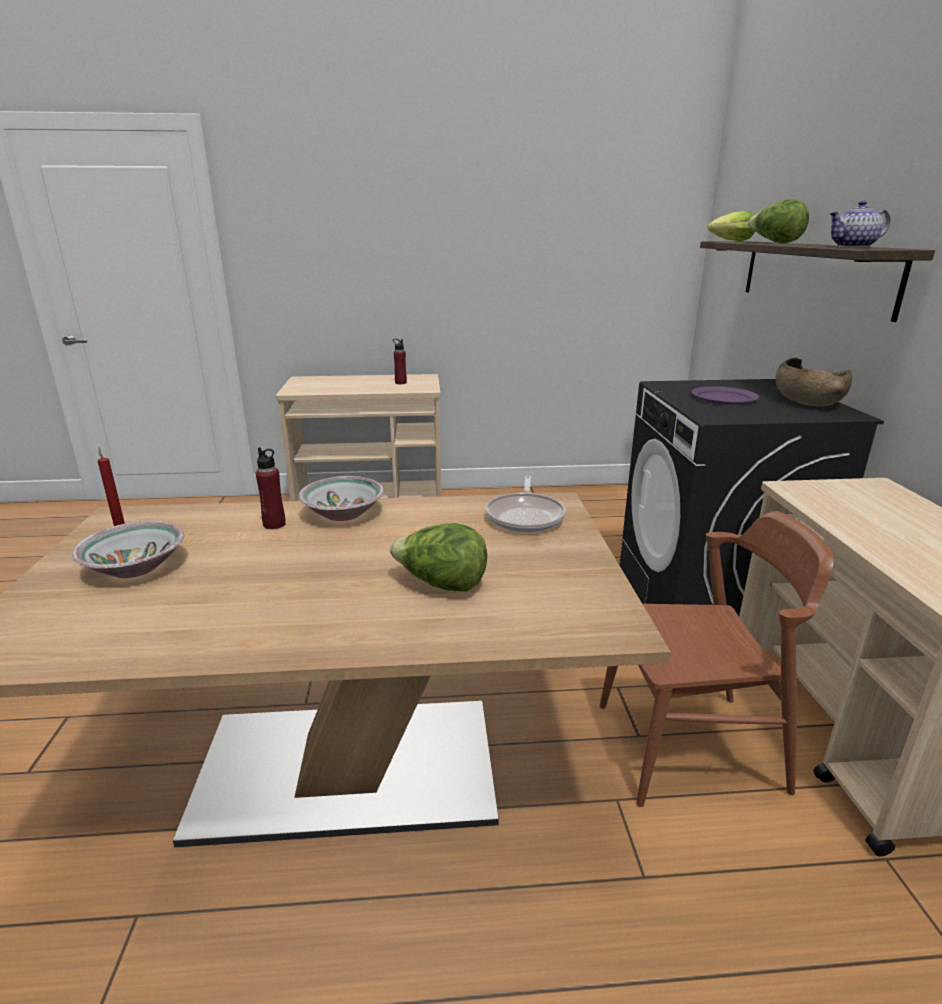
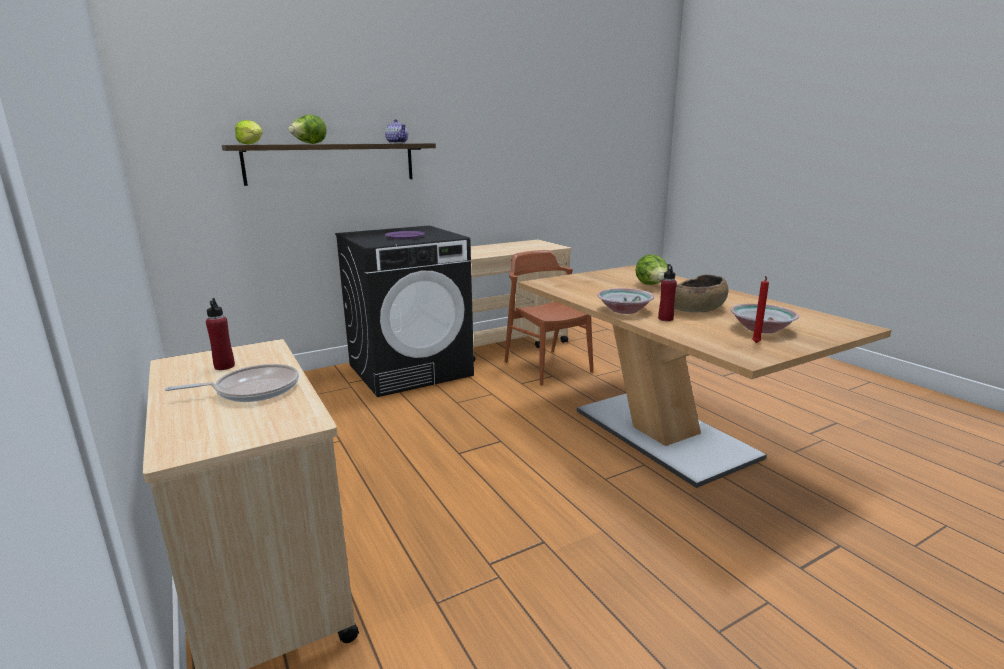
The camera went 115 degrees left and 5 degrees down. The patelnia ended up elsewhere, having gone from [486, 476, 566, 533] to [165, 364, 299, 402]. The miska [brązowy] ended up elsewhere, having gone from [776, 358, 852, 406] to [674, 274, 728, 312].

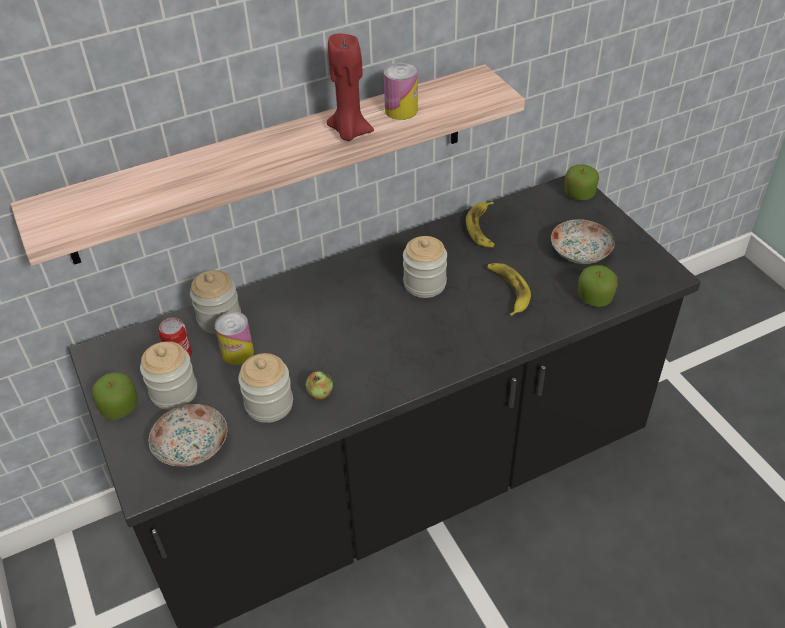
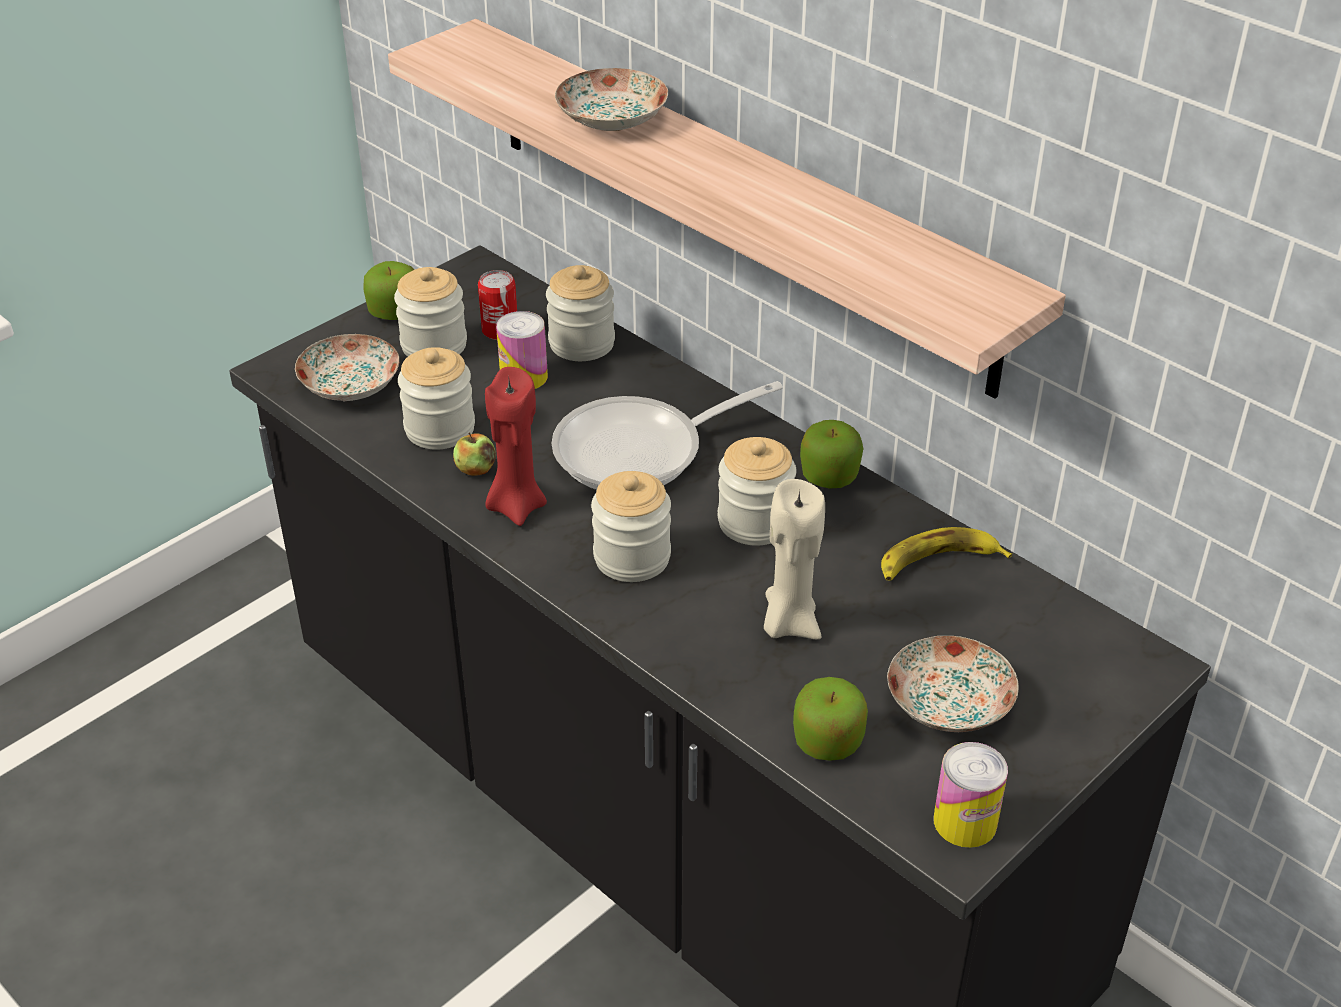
The camera went 70 degrees right and 5 degrees down. The świeca [czerwony] ended up elsewhere, having gone from [327, 34, 374, 141] to [485, 367, 547, 526]. The second view gained the patelnia at [552, 381, 783, 490]. The second view gained the talerz at [555, 68, 668, 131]. The second view gained the słoik at [591, 471, 671, 582]. Where the banan stood at [487, 263, 531, 316], the świeca [beżowy] came to stand at [764, 479, 825, 639]. The jabłko ended up elsewhere, having gone from [565, 164, 599, 201] to [800, 420, 863, 489]. The puszka ended up elsewhere, having gone from [384, 63, 418, 120] to [934, 742, 1008, 848].

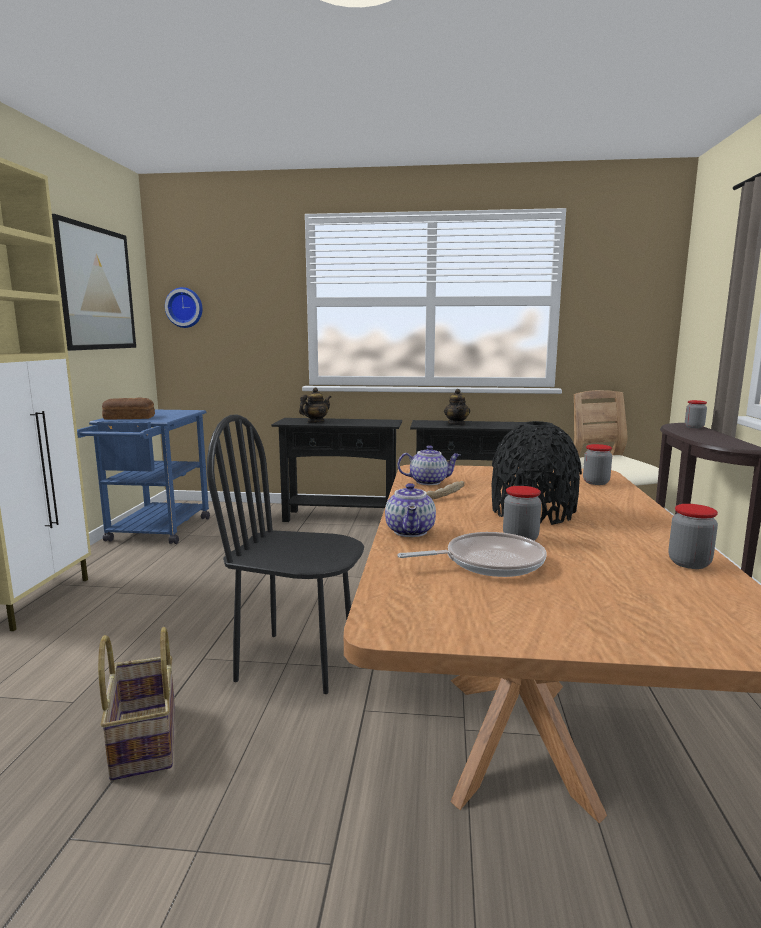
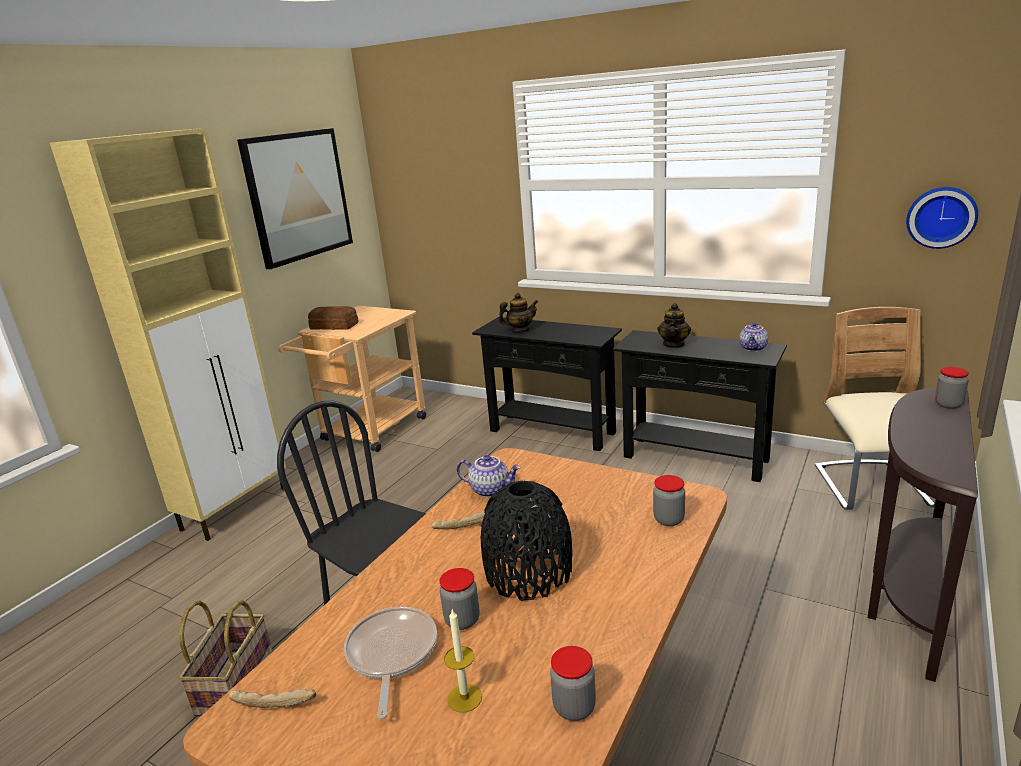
The camera went 25 degrees right and 10 degrees up. The second view gained the chleb at [229, 689, 316, 708]. What was the wózek [niebieski] at [77, 410, 210, 544] turned into the wózek [beżowy] at [278, 306, 426, 452]. The patelnia at [397, 532, 546, 577] ended up facing another way, 105 degrees counterclockwise from before. The second view gained the świeca at [444, 609, 482, 713]. The imbryk ended up elsewhere, having gone from [385, 483, 436, 537] to [739, 322, 768, 352]. The zegar ścienny ended up elsewhere, having gone from [165, 287, 203, 328] to [906, 187, 978, 249].

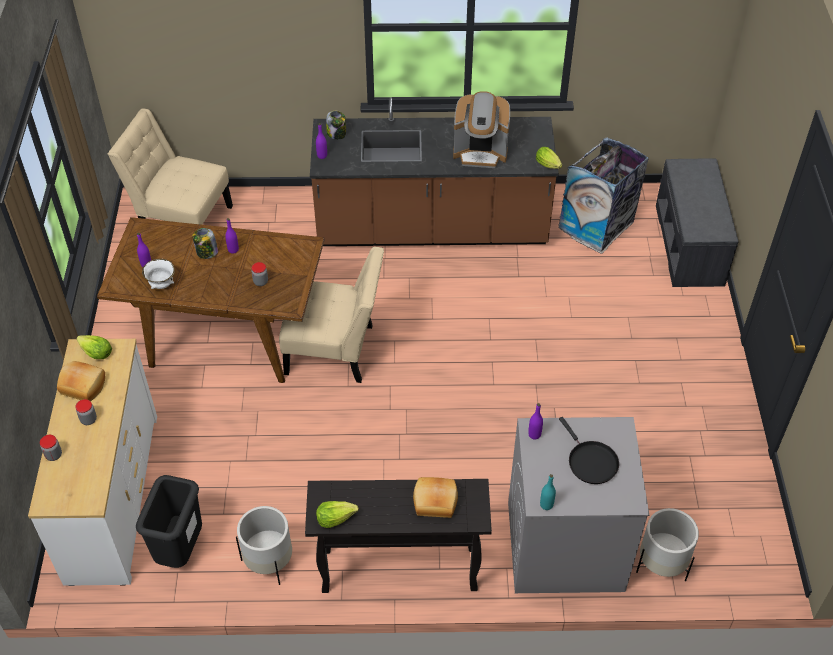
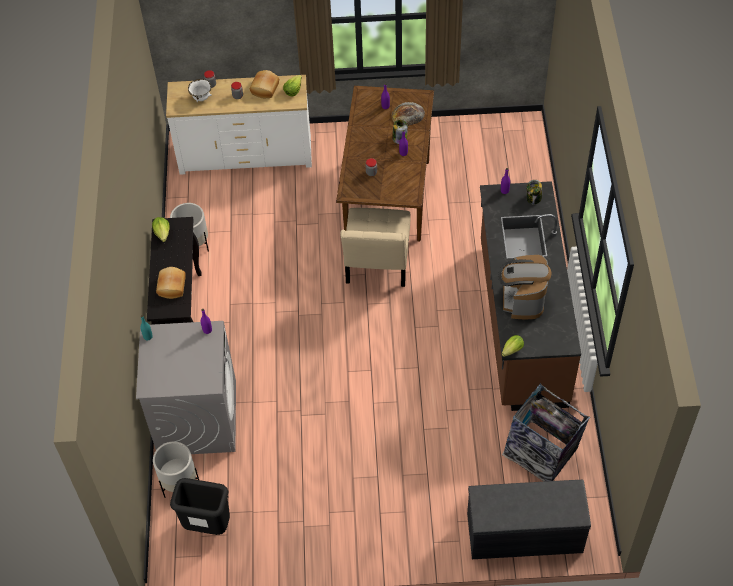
The camera went 90 degrees right and 5 degrees up. The kosz na śmieci [czarny] ended up elsewhere, having gone from [136, 475, 202, 568] to [170, 478, 230, 535]. The miska [biały] ended up elsewhere, having gone from [142, 259, 175, 289] to [188, 79, 212, 102]. The second view gained the chleb at [391, 102, 425, 126]. The second view lost the krzesło [beżowy] at [108, 109, 233, 225]. The second view lost the patelnia [czarny] at [559, 417, 619, 484].

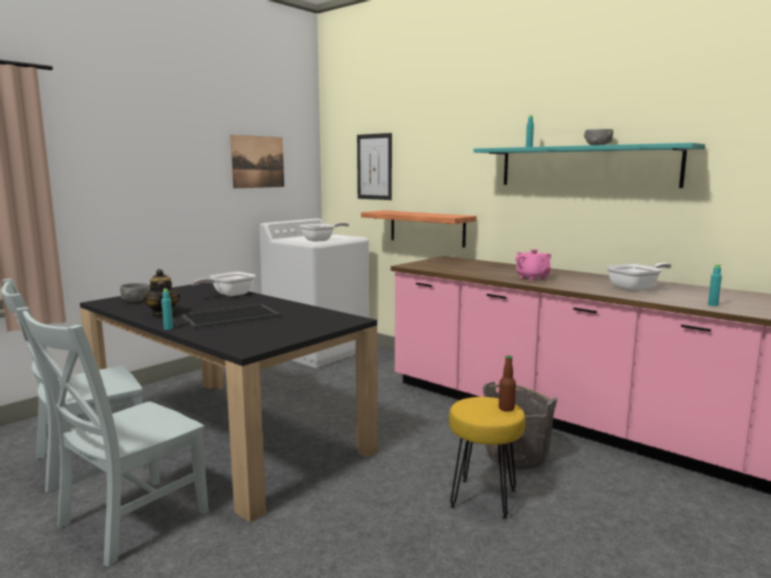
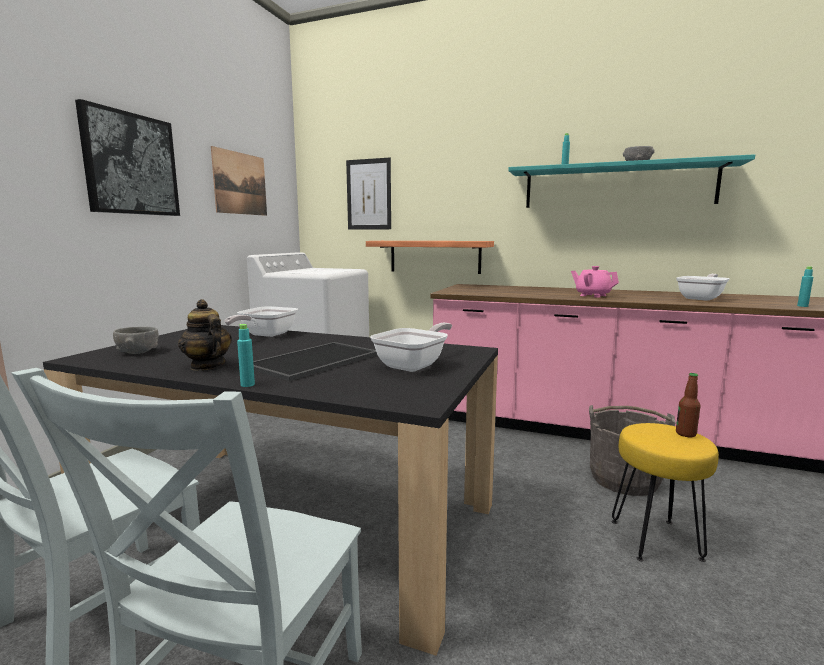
The camera went 20 degrees left and 0 degrees up. The second view gained the obraz at [75, 99, 180, 216]. The patelnia ended up elsewhere, having gone from [300, 222, 349, 242] to [370, 323, 452, 372].

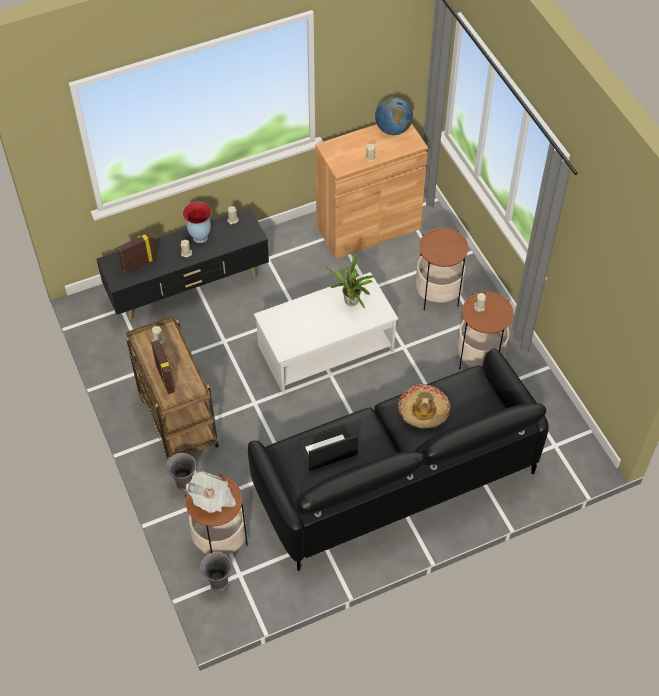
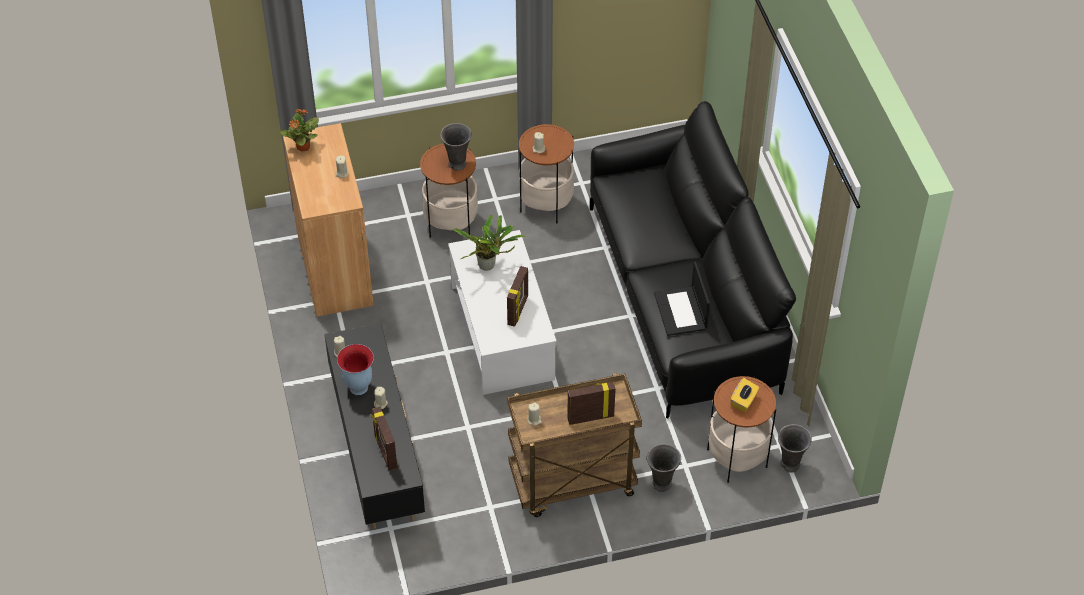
The camera went 80 degrees left and 5 degrees down. Where the globus stood at [375, 97, 413, 135], the roślina doniczkowa came to stand at [280, 109, 319, 152]. The second view gained the wazon [szary] at [440, 123, 471, 171]. The second view gained the ramka na zdjęcie at [507, 266, 528, 327]. Where the gazeta stood at [186, 471, 236, 513], the pudełko chusteczek [żółty] came to stand at [730, 378, 759, 412]. The second view lost the kapelusz at [398, 384, 450, 428].

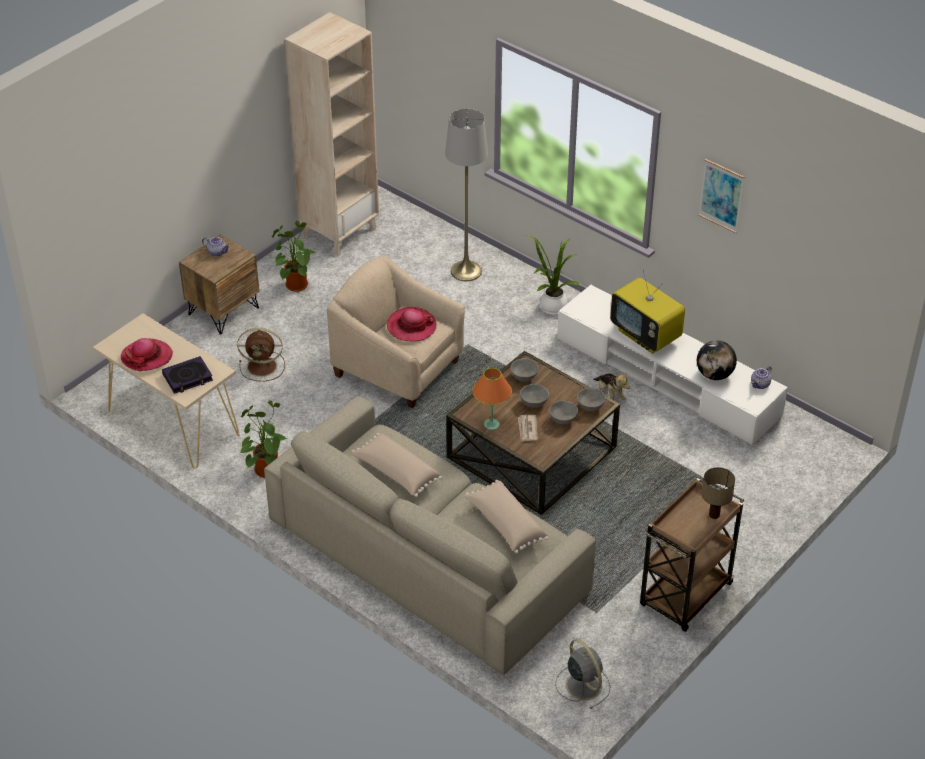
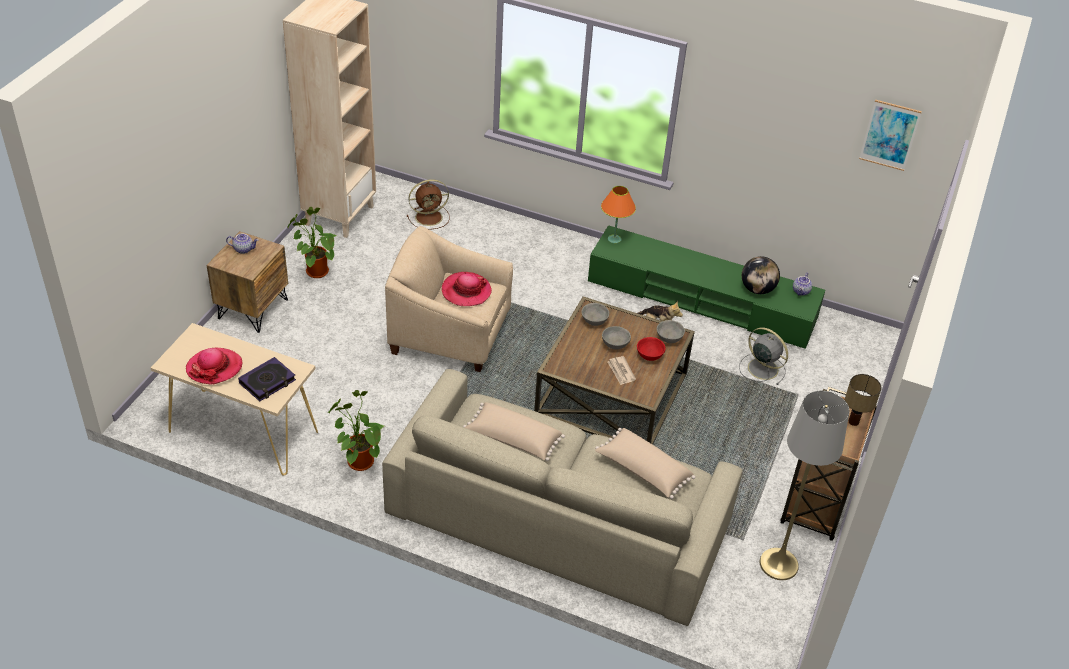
The camera went 20 degrees left and 0 degrees up. The wentylator [brązowy] ended up elsewhere, having gone from [237, 328, 285, 381] to [407, 179, 450, 230]. What was the szafka pod telewizor [biały] at [557, 285, 788, 445] turned into the szafka pod telewizor [zielony] at [588, 225, 825, 349]. The lampa stołowa [pomarańczowy] ended up elsewhere, having gone from [472, 368, 512, 430] to [601, 186, 636, 244]. What was the miska [szary] at [549, 401, 578, 424] turned into the miska [czerwony] at [637, 337, 666, 361]. The wentylator [szary] ended up elsewhere, having gone from [555, 639, 611, 709] to [739, 328, 788, 385]. The lampa stojąca [szary] ended up elsewhere, having gone from [445, 109, 488, 281] to [760, 391, 849, 580]. The obraz ended up elsewhere, having gone from [698, 159, 744, 233] to [859, 100, 922, 171]. The second view lost the roślina doniczkowa at [525, 235, 580, 315]. The second view lost the telewizor at [610, 270, 685, 354].

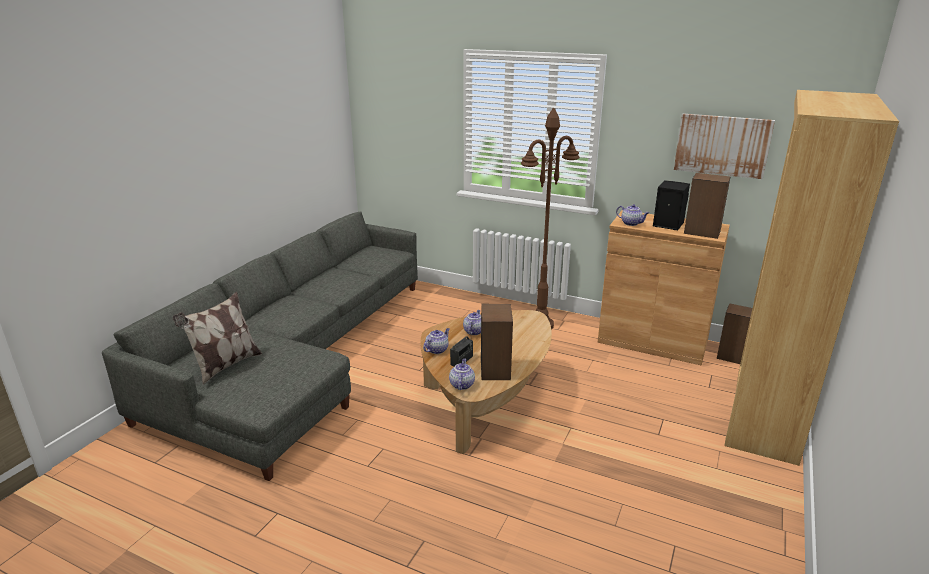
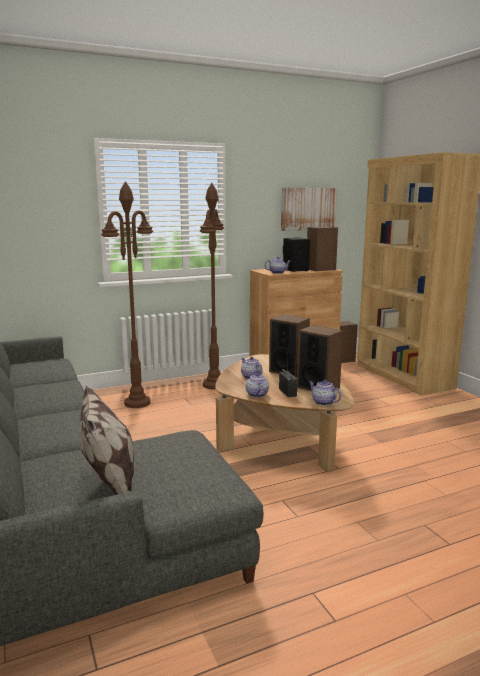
The camera went 50 degrees left and 10 degrees down. The second view gained the lampa stojąca [brązowy] at [101, 181, 153, 408]. The second view gained the głośnik at [269, 315, 310, 378].

